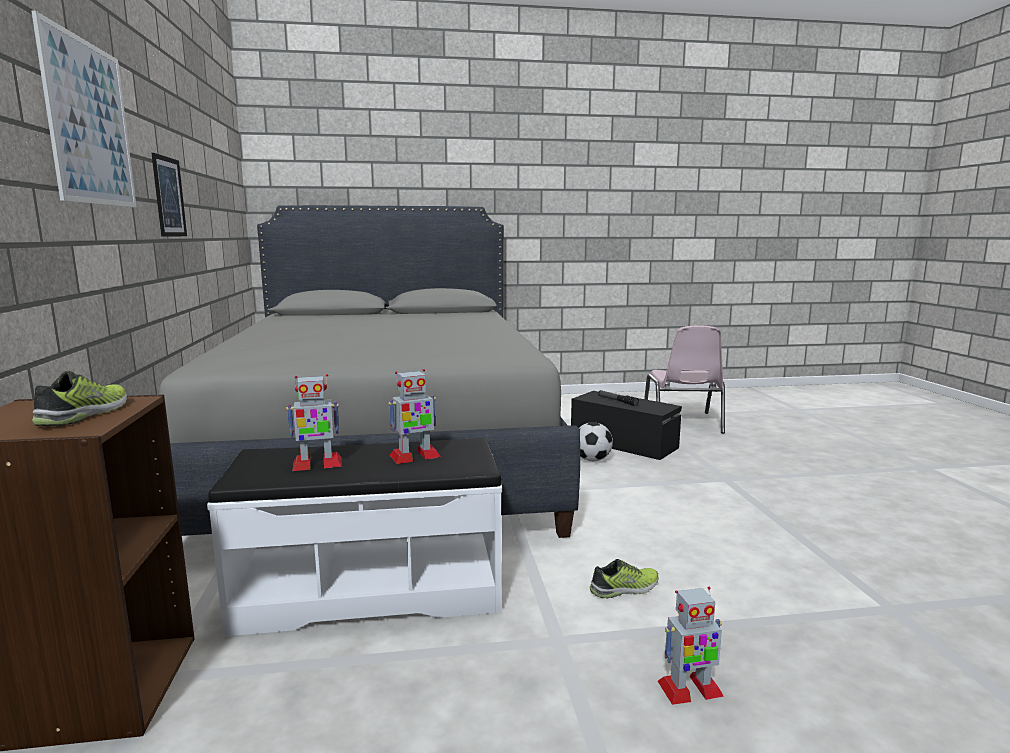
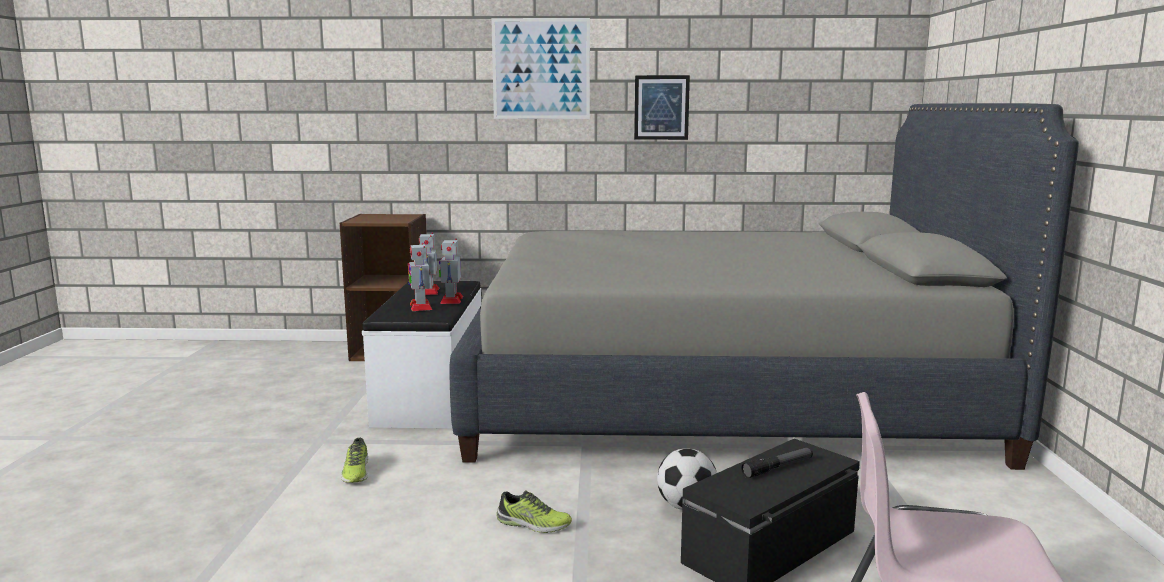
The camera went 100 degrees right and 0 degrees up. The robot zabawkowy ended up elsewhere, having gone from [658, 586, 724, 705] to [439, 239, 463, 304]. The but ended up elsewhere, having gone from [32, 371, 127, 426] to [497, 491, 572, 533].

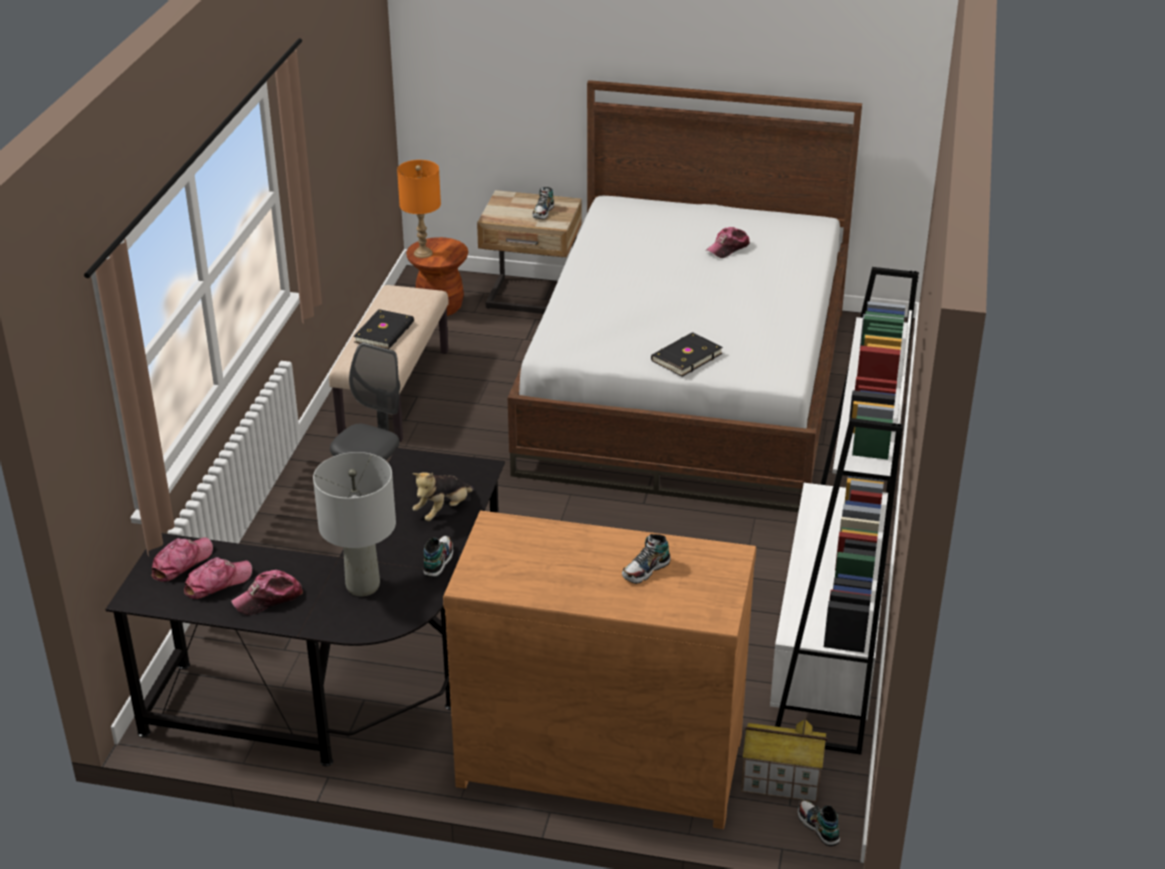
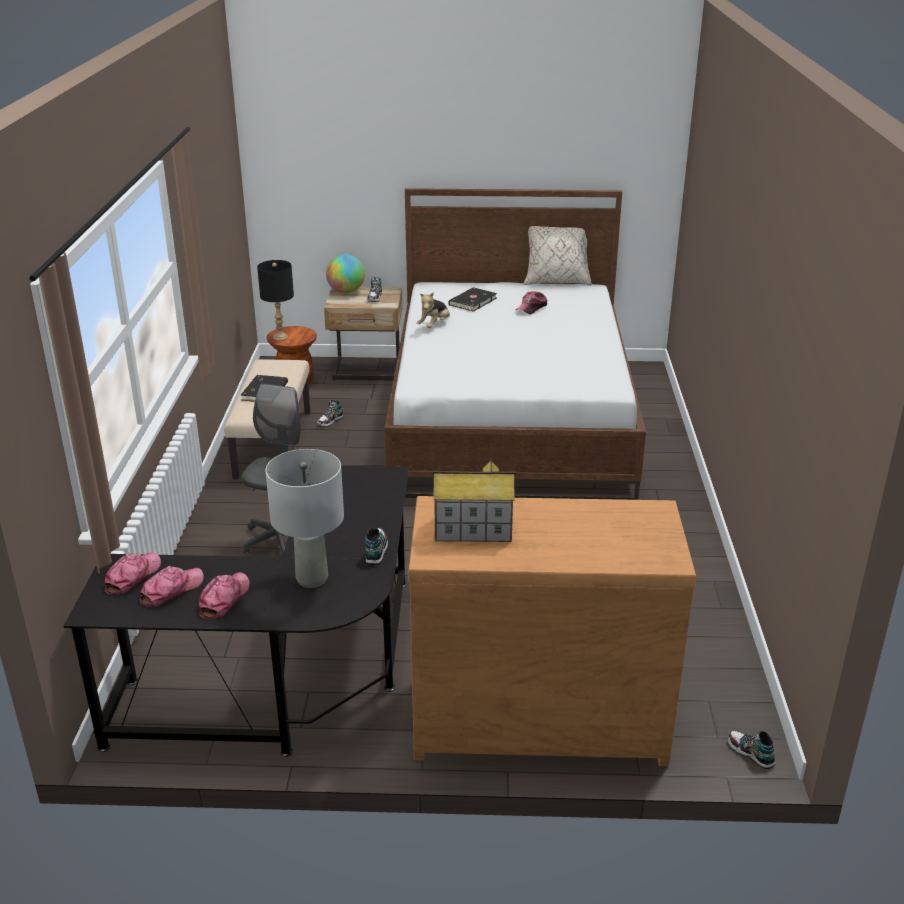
The camera went 10 degrees left and 5 degrees down. The czapka z daszkiem at [231, 570, 303, 615] ended up facing another way, 150 degrees clockwise from before. What was the lampa stołowa [pomarańczowy] at [397, 160, 441, 258] turned into the lampa stołowa [czarny] at [257, 260, 294, 341]. The but ended up elsewhere, having gone from [622, 534, 671, 584] to [317, 400, 344, 427]. The second view gained the globus at [326, 254, 365, 293]. The pluszak ended up elsewhere, having gone from [413, 472, 474, 521] to [417, 292, 450, 328]. The domek ended up elsewhere, having gone from [741, 717, 828, 803] to [433, 459, 516, 542]. The książka [czarny] ended up elsewhere, having gone from [651, 332, 723, 377] to [448, 287, 497, 312]. The second view gained the poduszka [beżowy] at [524, 226, 592, 286]. The second view lost the regał [biały] at [770, 267, 919, 755].

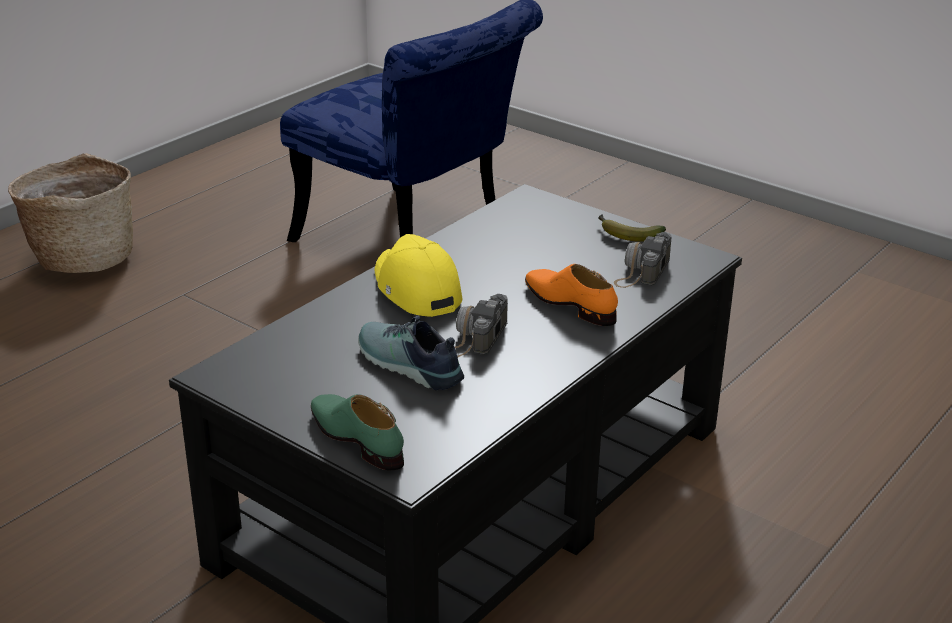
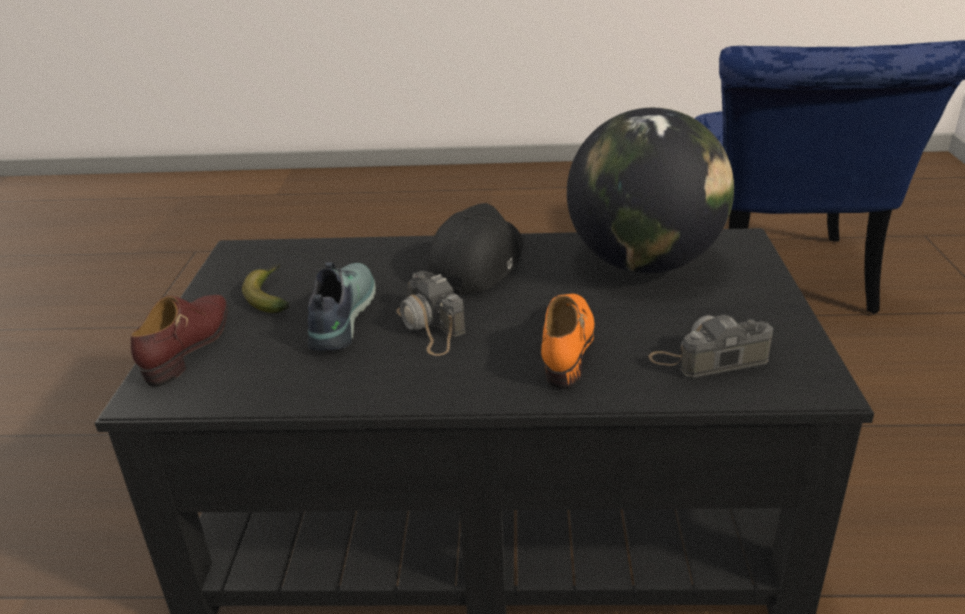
The camera went 55 degrees right and 0 degrees up. What was the but [zielony] at [311, 394, 404, 471] turned into the but [brązowy] at [131, 295, 228, 387]. The banan ended up elsewhere, having gone from [598, 214, 666, 242] to [242, 264, 290, 313]. The aparat fotograficzny at [455, 294, 508, 357] ended up facing another way, 105 degrees counterclockwise from before. What was the czapka z daszkiem [żółty] at [375, 234, 462, 317] turned into the czapka z daszkiem [czarny] at [427, 203, 523, 296]. The second view gained the globus at [567, 108, 734, 273]. The second view lost the koszyk at [8, 153, 133, 273].

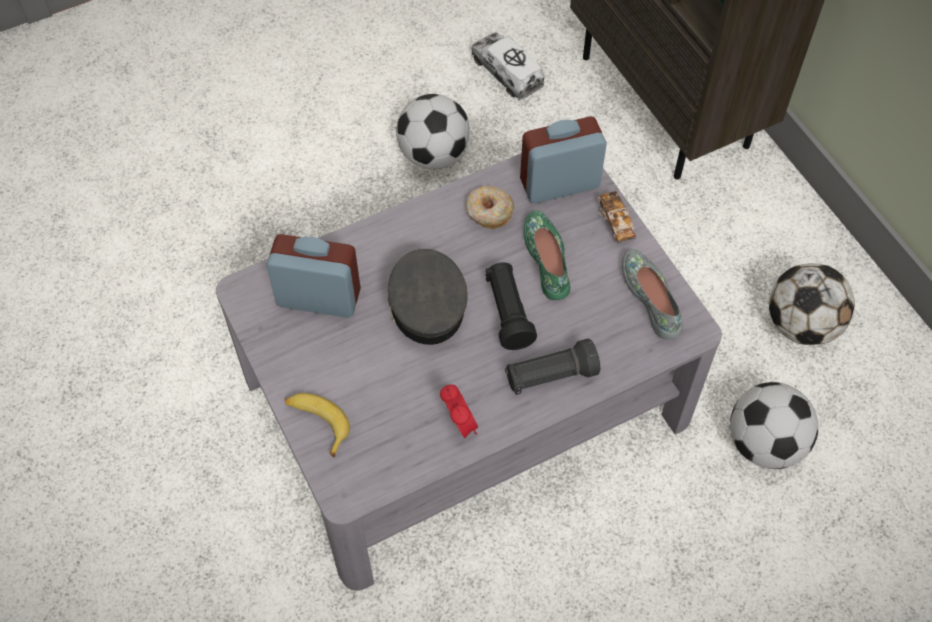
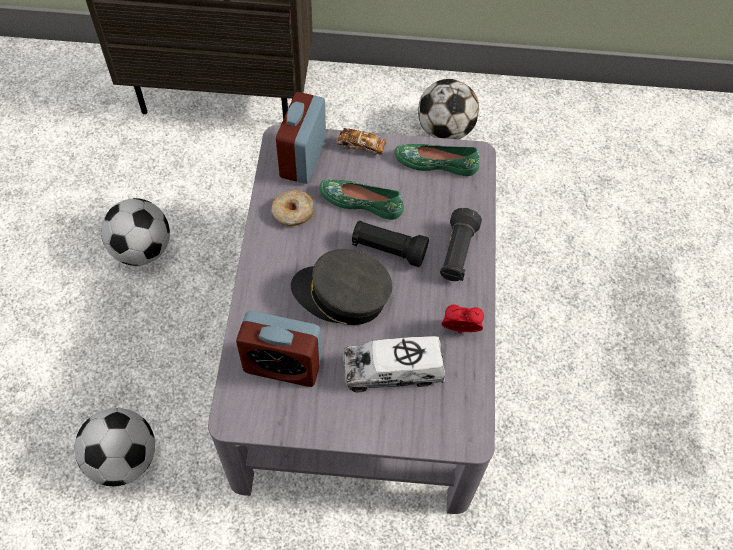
The camera went 60 degrees left and 0 degrees up. The piłka futbolowa ended up elsewhere, having gone from [730, 382, 818, 469] to [75, 408, 155, 486]. The budzik at [266, 234, 361, 318] ended up facing another way, 120 degrees counterclockwise from before. The ciężarówka zabawkowa ended up elsewhere, having gone from [471, 33, 544, 101] to [343, 336, 445, 393]. What was the but [szary] at [622, 249, 683, 340] turned into the but [zielony] at [394, 144, 479, 176]. The second view lost the banan at [285, 393, 350, 458].

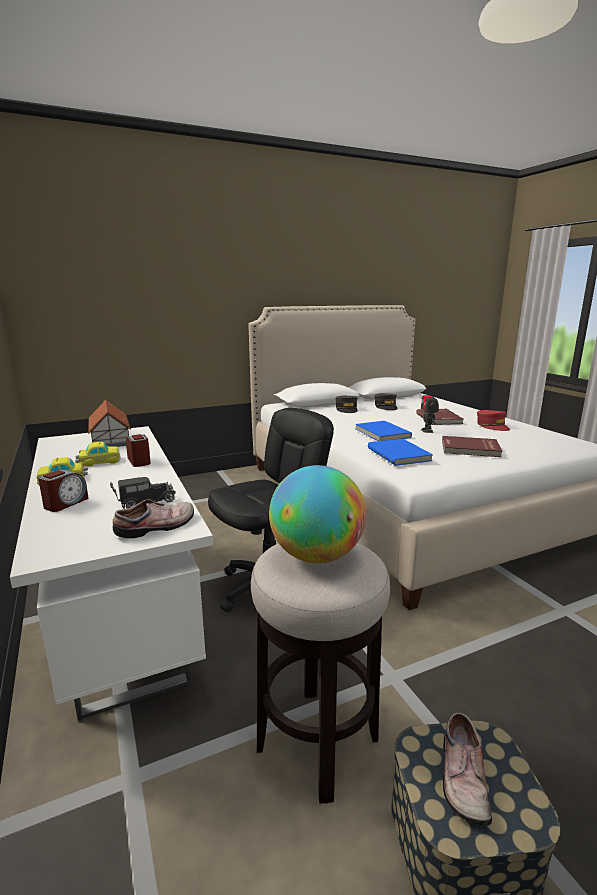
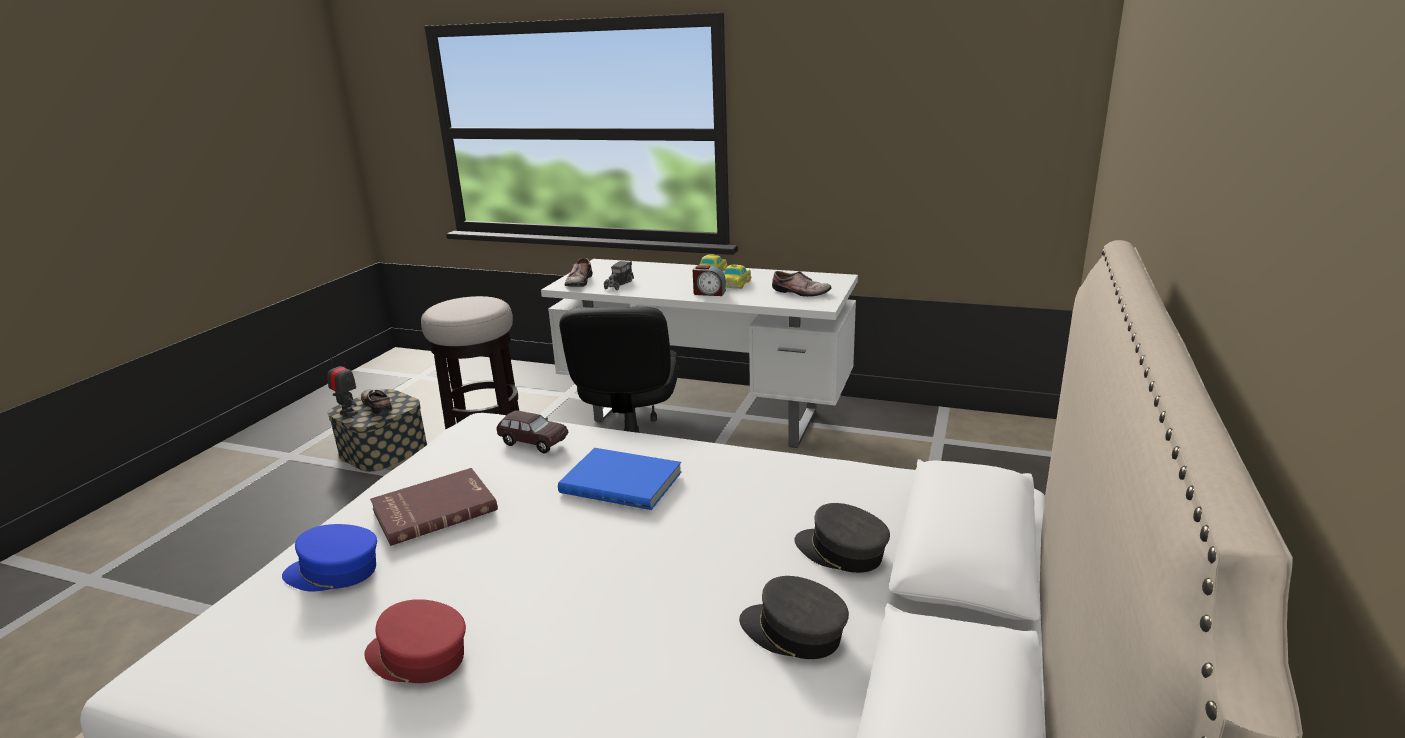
The camera went 135 degrees right and 5 degrees up. The second view gained the czapka z daszkiem [niebieski] at [282, 524, 377, 592]. The robot zabawkowy ended up elsewhere, having gone from [421, 386, 439, 433] to [327, 357, 359, 418]. Where the książka [niebieski] stood at [368, 439, 433, 466], the samochodzik [brązowy] came to stand at [497, 410, 568, 454]. Where the domek stood at [88, 400, 131, 447], the but came to stand at [772, 271, 831, 297]. The second view lost the budzik at [38, 470, 89, 512]. The second view lost the globus at [269, 465, 366, 563]. The second view lost the książka [czerwony] at [416, 409, 463, 425].

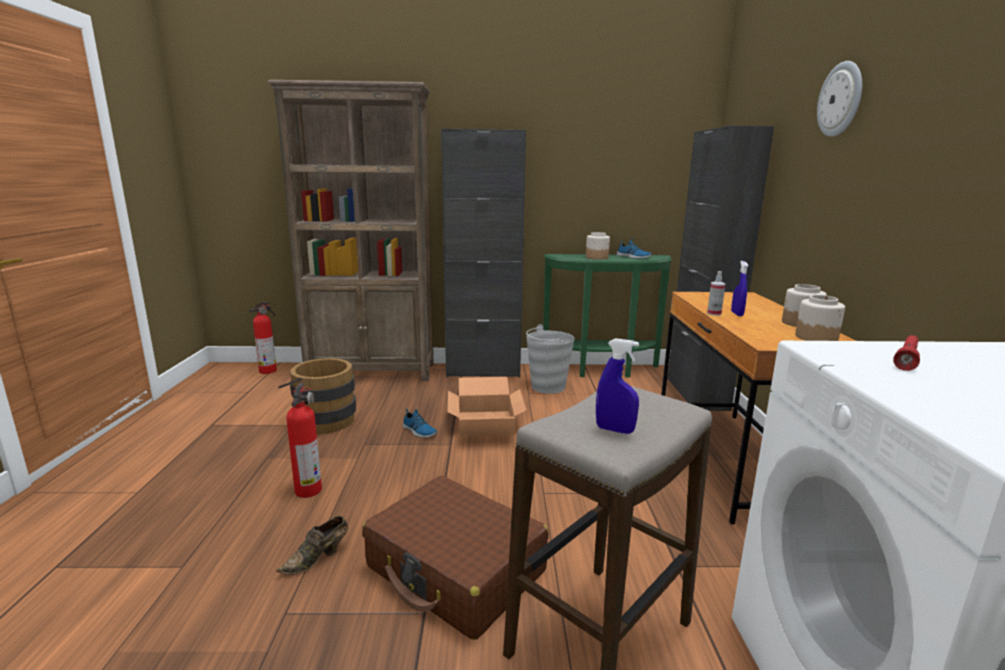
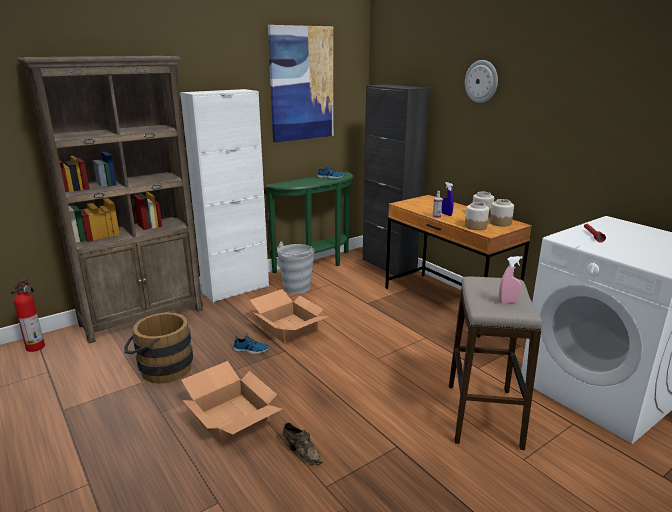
The camera went 35 degrees left and 5 degrees up. What was the szafka [czarny] at [441, 129, 526, 378] turned into the szafka [biały] at [180, 89, 269, 303]. Where the gaśnica stood at [286, 383, 322, 498], the karton came to stand at [181, 361, 282, 445]. The second view gained the obraz at [268, 25, 333, 142]. The but [brązowy] at [276, 516, 348, 575] ended up facing another way, 60 degrees counterclockwise from before. The słoik ended up elsewhere, having gone from [586, 232, 610, 260] to [465, 202, 489, 230]. What was the spryskiwacz [niebieski] at [596, 338, 639, 434] turned into the spryskiwacz [różowy] at [499, 256, 523, 303]. The second view lost the walizka [brązowy] at [362, 476, 549, 640].

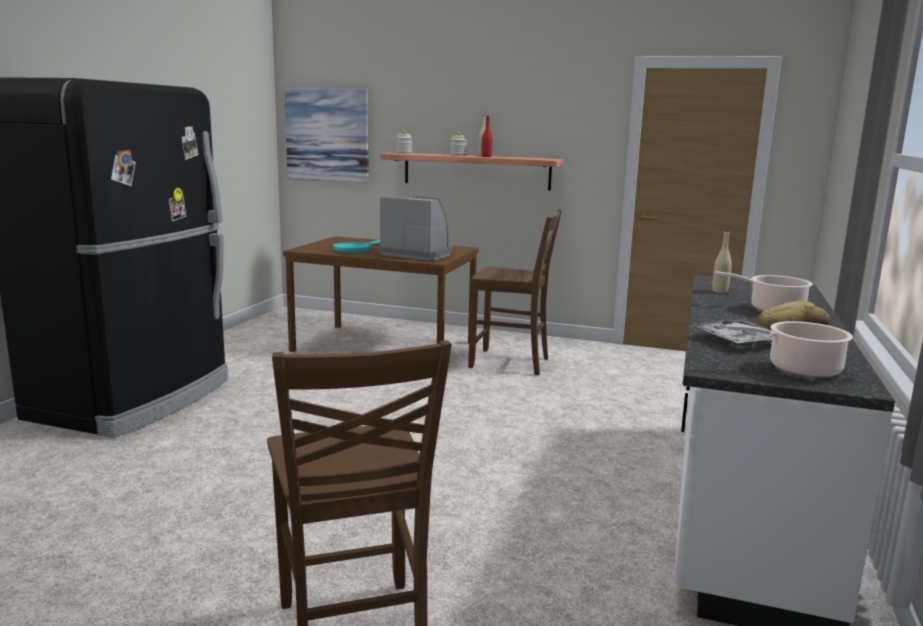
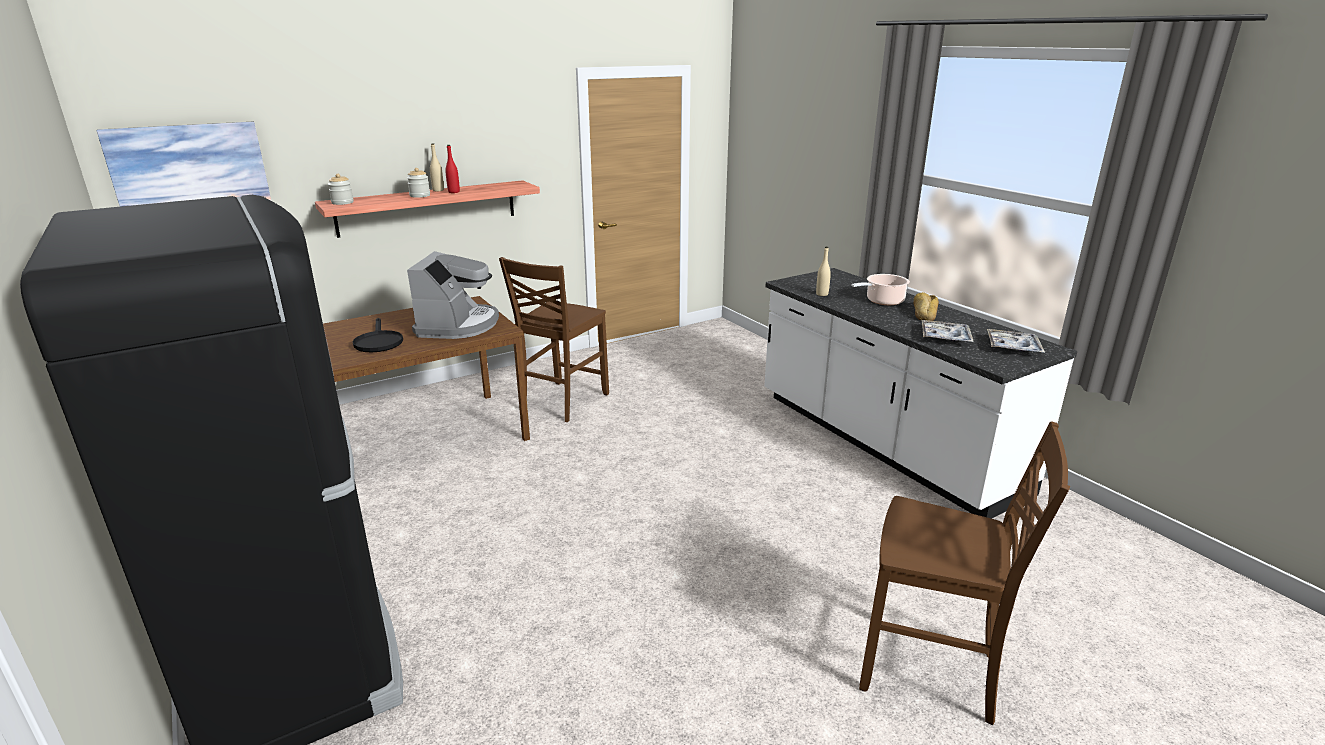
The camera went 50 degrees left and 10 degrees up. What was the patelnia [turkusowy] at [333, 240, 380, 253] turned into the patelnia [czarny] at [353, 318, 403, 352]. The ekspres do kawy at [379, 197, 452, 261] ended up facing another way, 120 degrees clockwise from before. The krzesło [brązowy] at [468, 209, 562, 375] ended up facing another way, 150 degrees clockwise from before. Where the garnek stood at [726, 321, 853, 378], the taca came to stand at [987, 329, 1045, 353].

